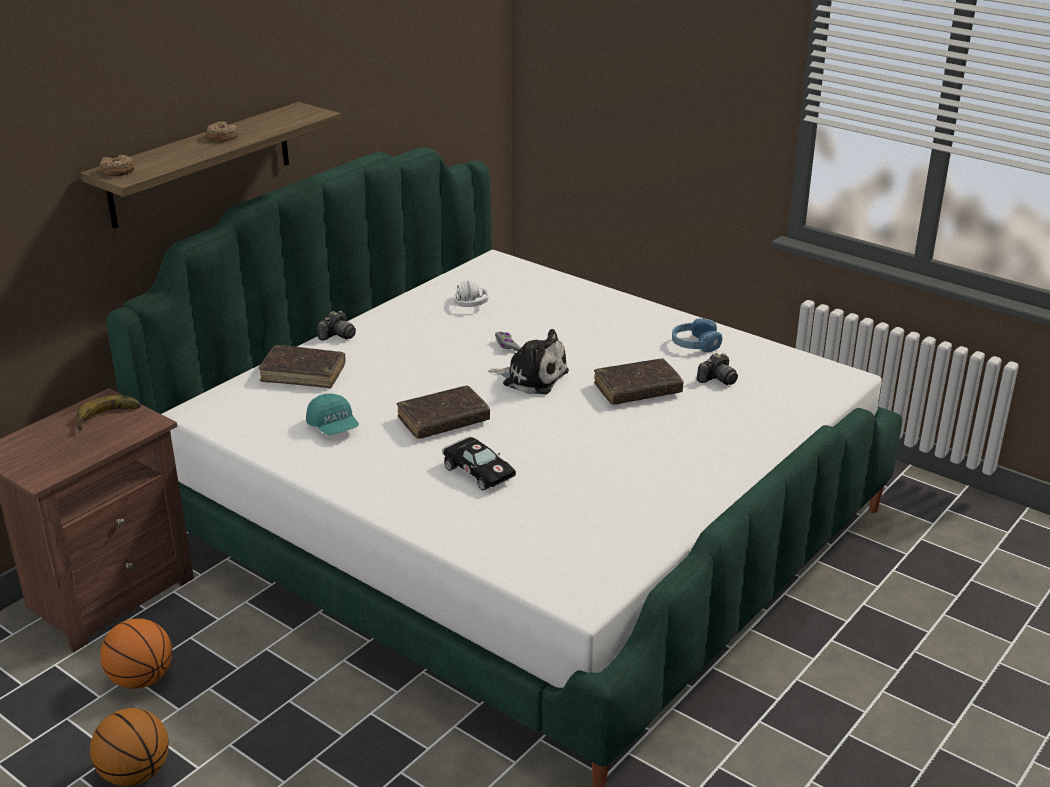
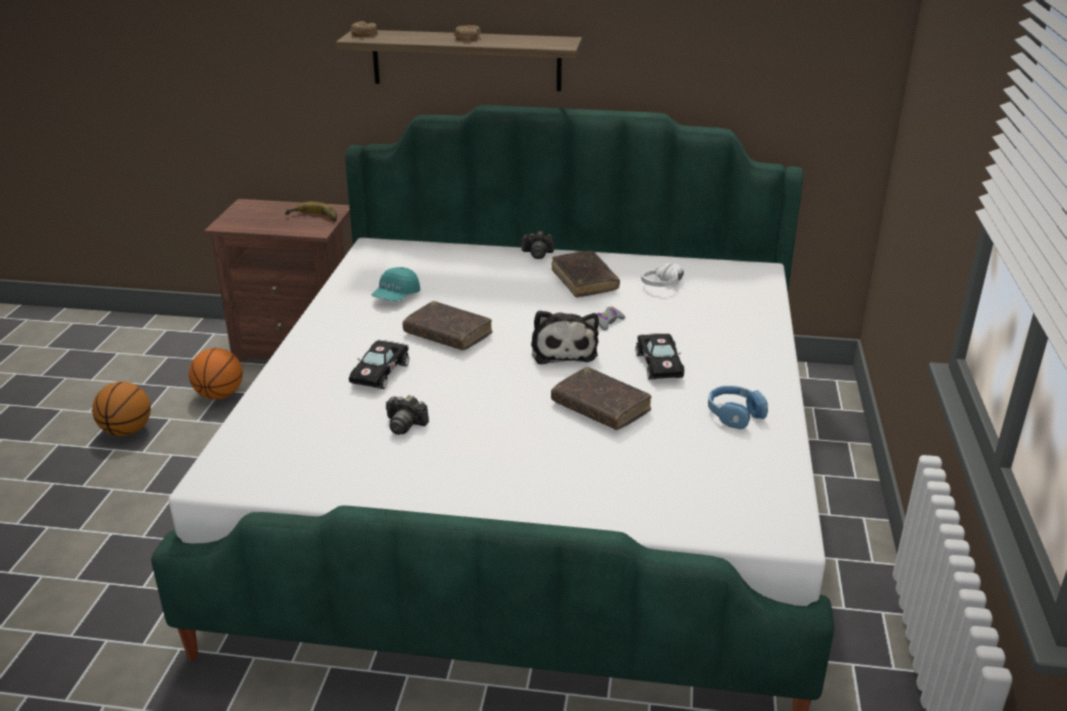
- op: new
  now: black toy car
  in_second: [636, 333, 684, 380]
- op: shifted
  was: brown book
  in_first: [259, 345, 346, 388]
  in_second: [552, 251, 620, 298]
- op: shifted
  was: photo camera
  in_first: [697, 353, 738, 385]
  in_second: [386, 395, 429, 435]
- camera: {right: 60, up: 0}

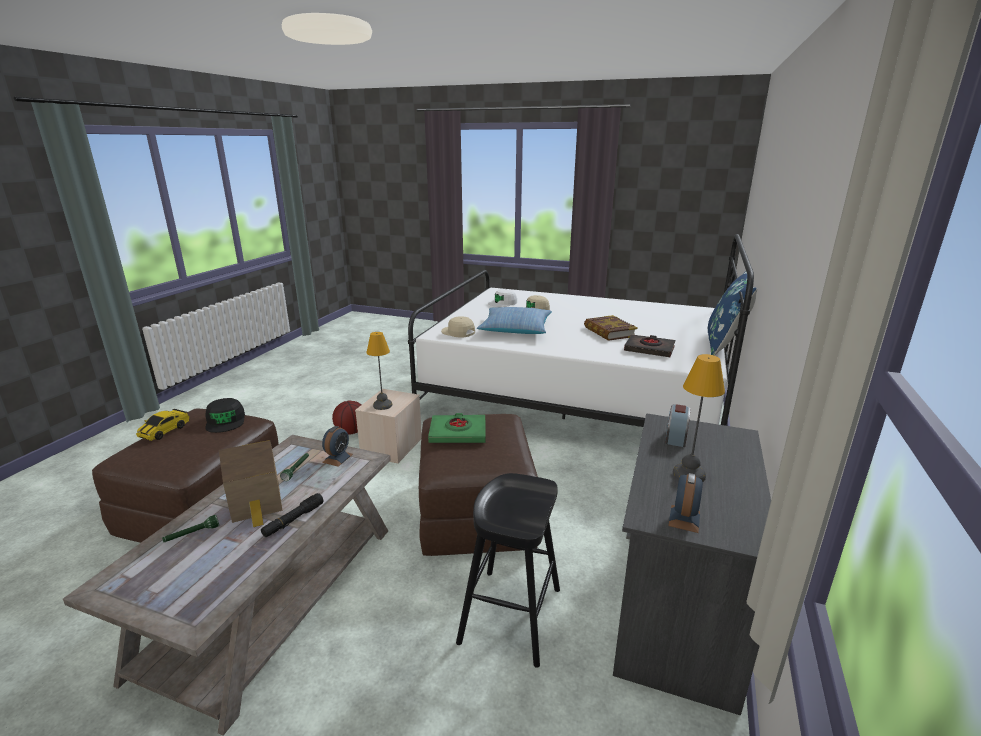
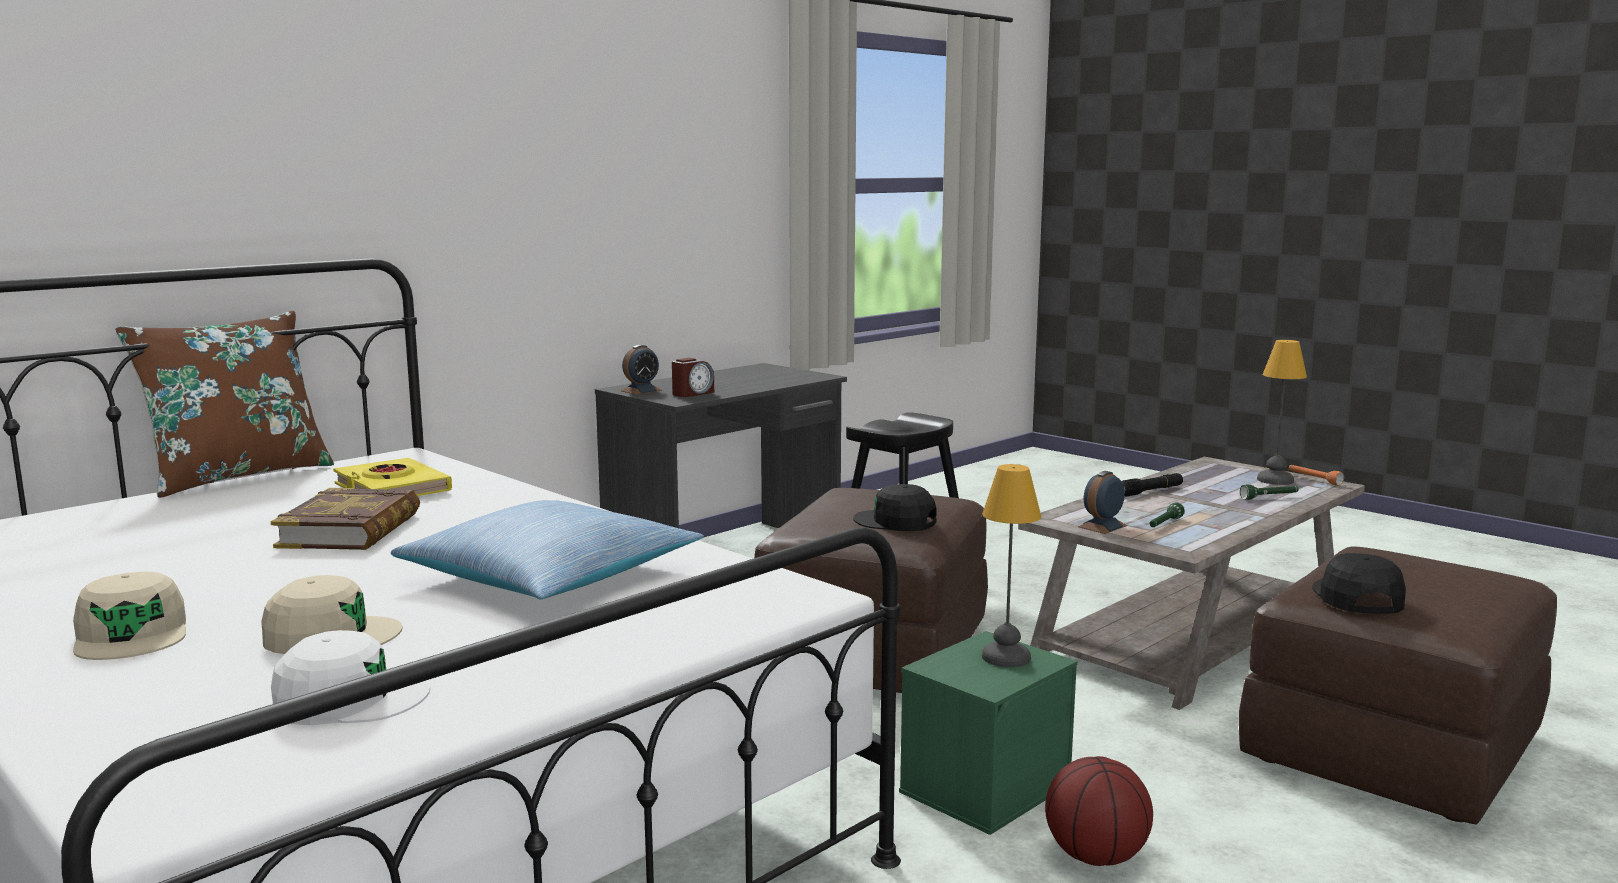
- op: gone
  was: toy car
  in_first: [136, 409, 189, 441]
- op: gone
  was: toy house
  in_first: [219, 440, 283, 527]
- op: new
  now: orange flashlight
  in_second: [1289, 465, 1344, 486]
- op: shifted
  was: beige cap
  in_first: [441, 316, 475, 337]
  in_second: [73, 572, 186, 660]
- op: shifted
  was: alarm clock
  in_first: [668, 473, 703, 533]
  in_second: [621, 345, 662, 395]
- op: shifted
  was: table lamp
  in_first: [673, 354, 725, 482]
  in_second: [1257, 340, 1307, 485]
- op: swapped
  was: green book
  now: black cap
  in_first: [428, 413, 486, 443]
  in_second: [853, 484, 937, 531]
- op: repainted
  was: beige storage box
  now: green storage box
  in_first: [355, 389, 422, 463]
  in_second: [899, 631, 1078, 835]
- op: repainted
  was: black book
  now: yellow book
  in_first: [624, 334, 675, 357]
  in_second: [333, 458, 452, 496]
- op: repainted
  was: blue pillow
  now: brown pillow
  in_first: [708, 271, 757, 356]
  in_second: [115, 311, 334, 498]
- camera: {right: -155, up: -10}

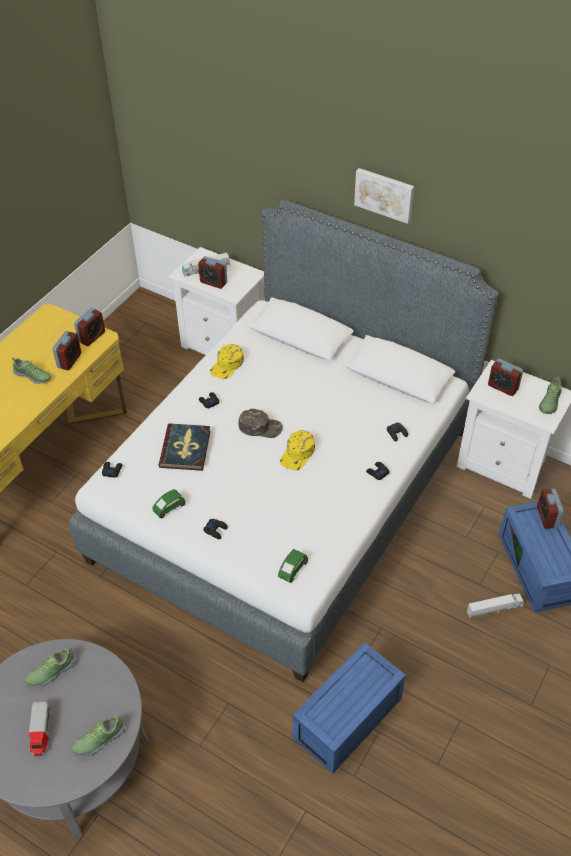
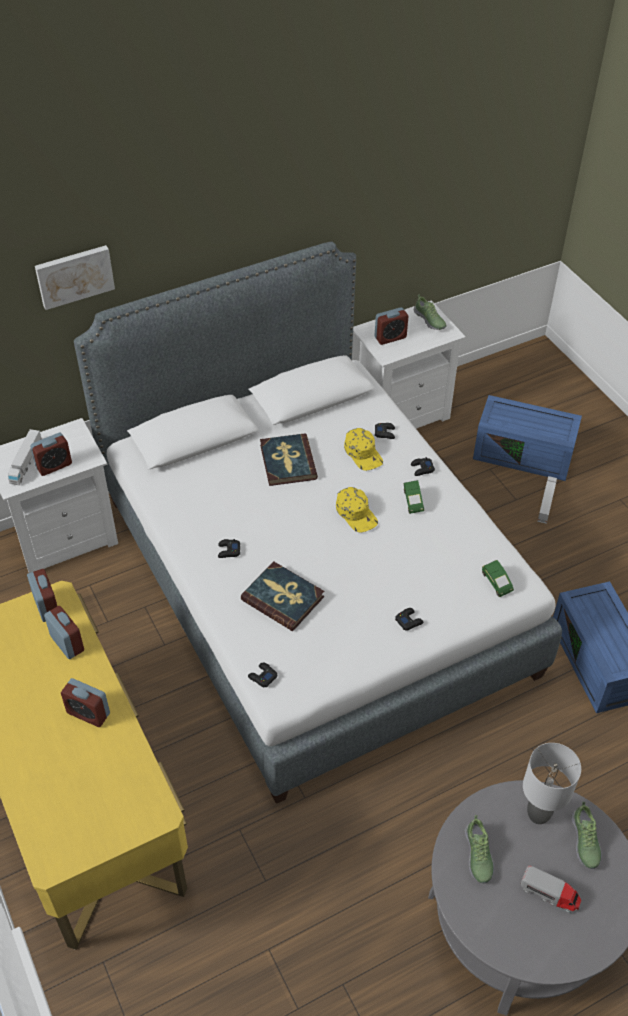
- op: gone
  was: shoe
  in_first: [12, 358, 51, 384]
- op: gone
  was: green cap
  in_first: [238, 409, 283, 438]
- op: new
  now: book
  in_second: [260, 433, 318, 486]
- op: new
  now: grey table lamp
  in_second: [523, 743, 581, 824]
- op: shifted
  was: green toy car
  in_first: [153, 489, 186, 518]
  in_second: [404, 480, 424, 514]
- op: shifted
  was: yellow cap
  in_first: [210, 344, 244, 379]
  in_second: [344, 428, 383, 471]
- op: shifted
  was: picture
  in_first: [354, 168, 414, 224]
  in_second: [35, 245, 115, 310]
- op: shifted
  was: alarm clock
  in_first: [537, 488, 563, 529]
  in_second: [61, 678, 110, 727]
- camera: {right: -60, up: 0}

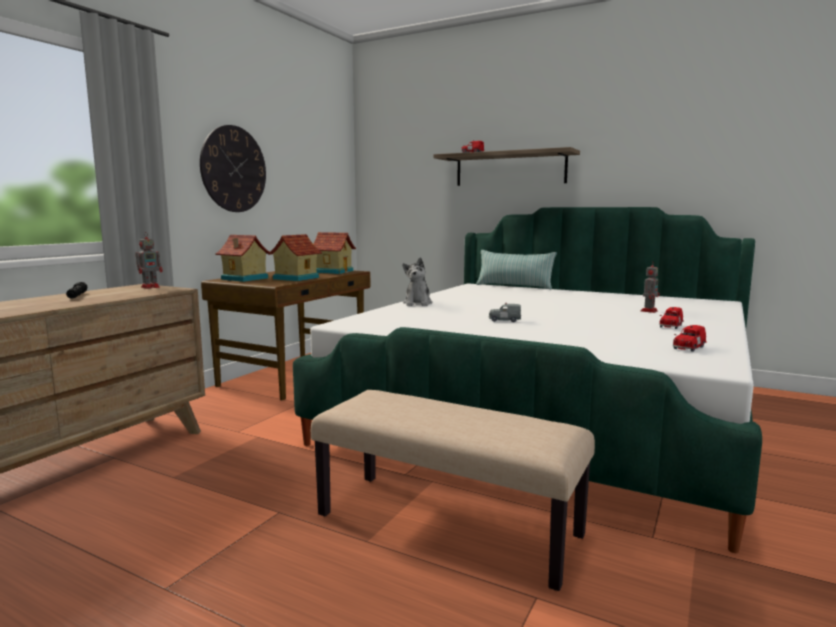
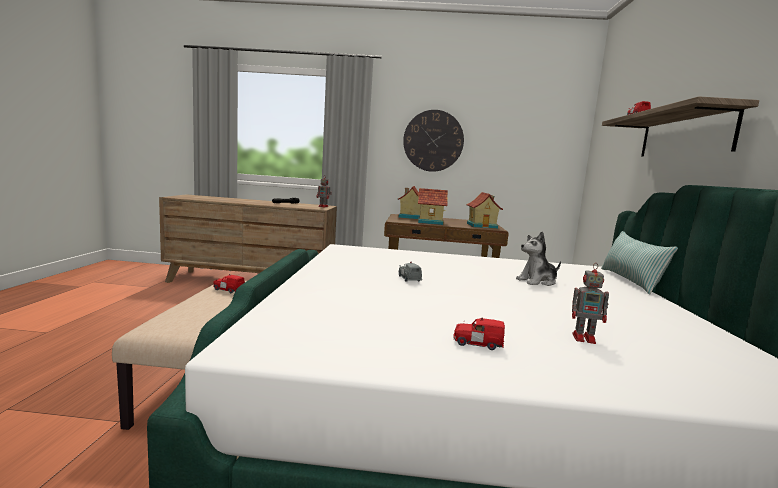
- op: shifted
  was: plush toy
  in_first: [402, 257, 432, 306]
  in_second: [516, 231, 561, 286]
- op: shifted
  was: red toy car
  in_first: [673, 325, 707, 352]
  in_second: [213, 274, 245, 293]
- camera: {right: 65, up: 0}

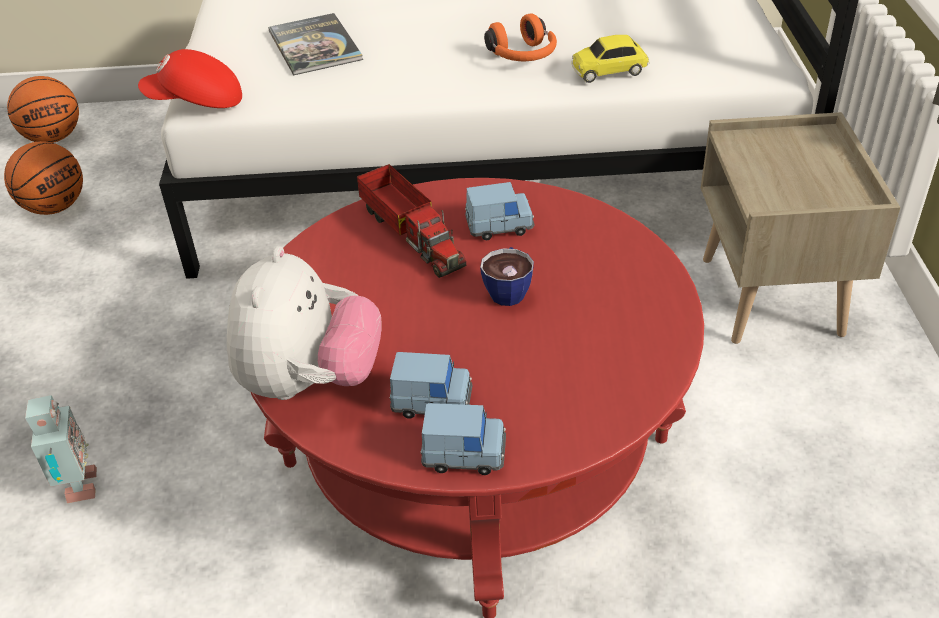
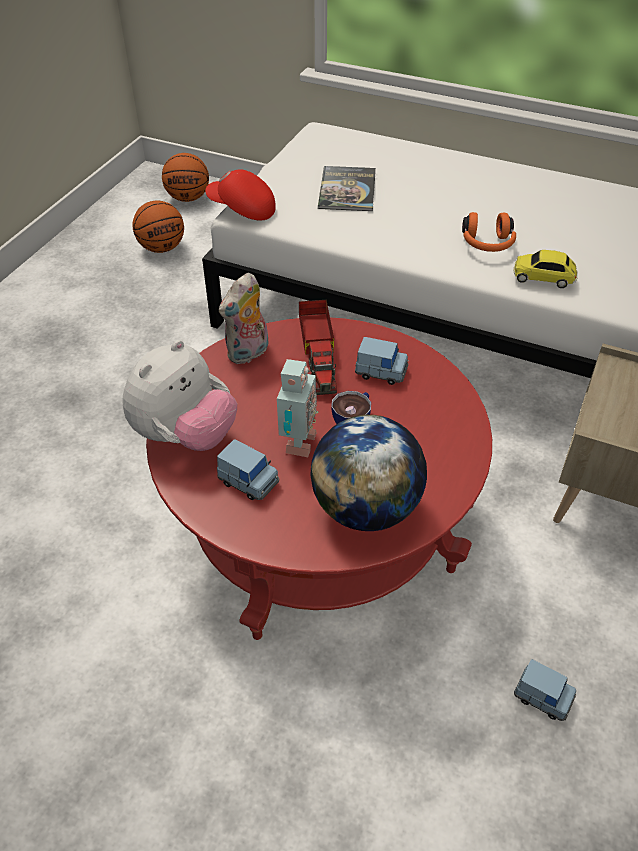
- op: new
  now: plush toy
  in_second: [219, 273, 269, 364]
- op: new
  now: globe
  in_second: [310, 415, 427, 531]
- op: shifted
  was: toy robot
  in_first: [25, 395, 97, 503]
  in_second: [277, 359, 319, 457]
- op: shifted
  was: blue toy car
  in_first: [421, 403, 506, 475]
  in_second: [514, 659, 576, 721]
- camera: {right: 25, up: 5}

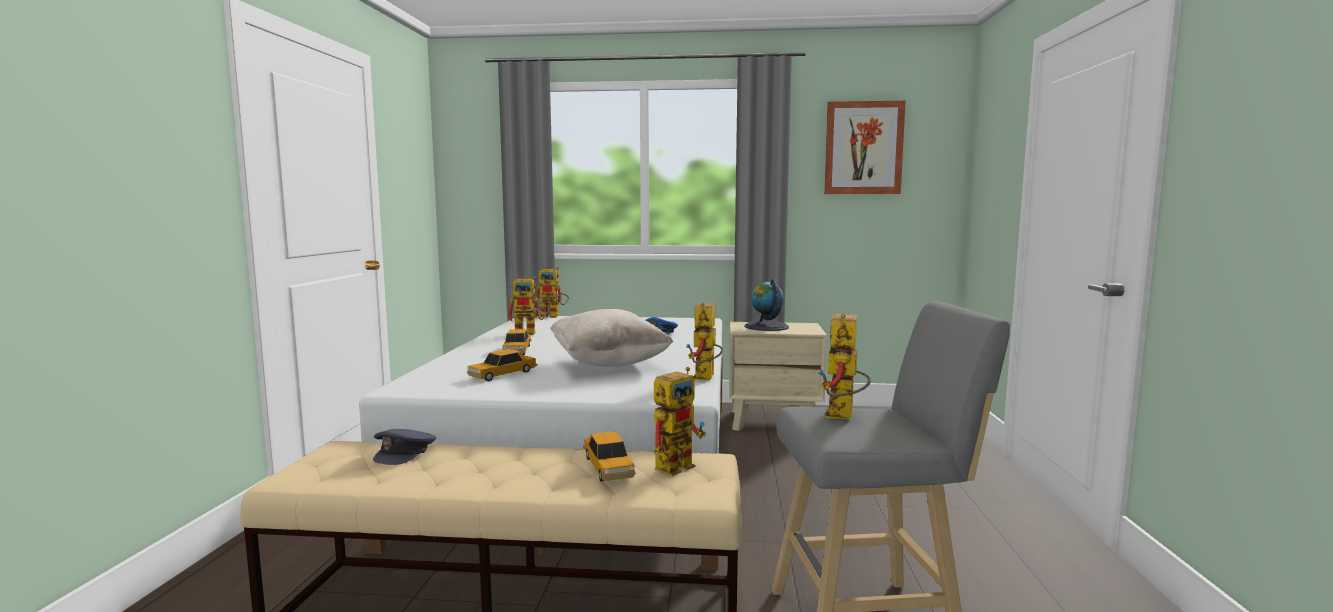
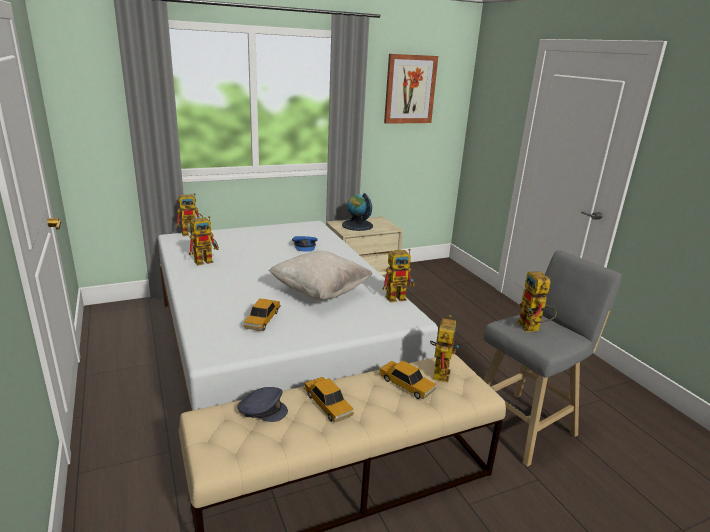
- op: shifted
  was: toy car
  in_first: [502, 329, 532, 355]
  in_second: [304, 377, 354, 423]
- op: rotated
  was: grey cap
  in_first: [373, 429, 436, 465]
  in_second: [237, 387, 288, 422]
  clockwise: -60
- op: rotated
  was: toy robot
  in_first: [686, 302, 723, 380]
  in_second: [383, 249, 415, 302]
  clockwise: -90
- camera: {right: -30, up: 15}

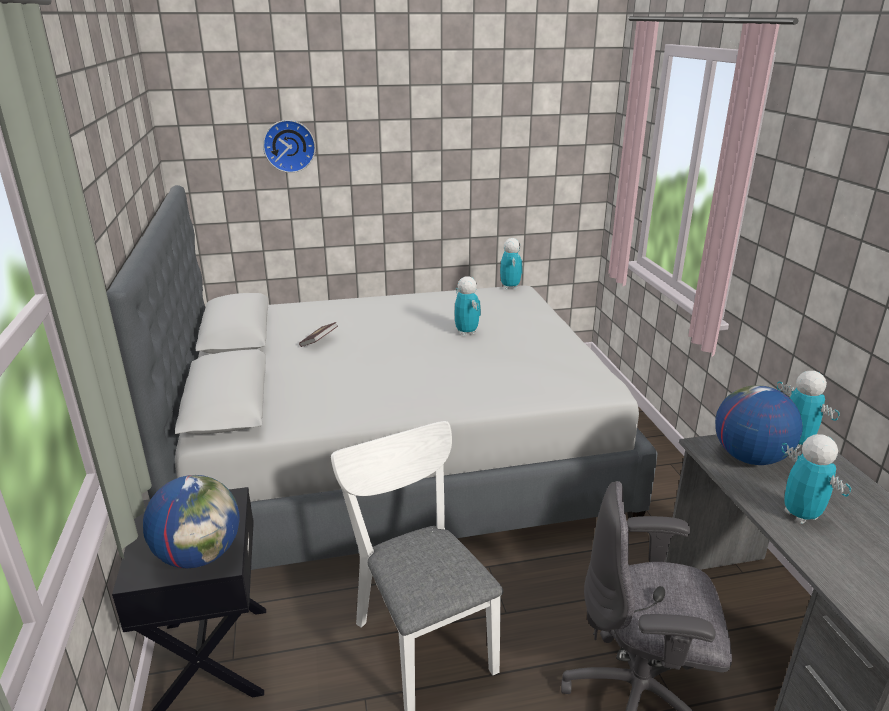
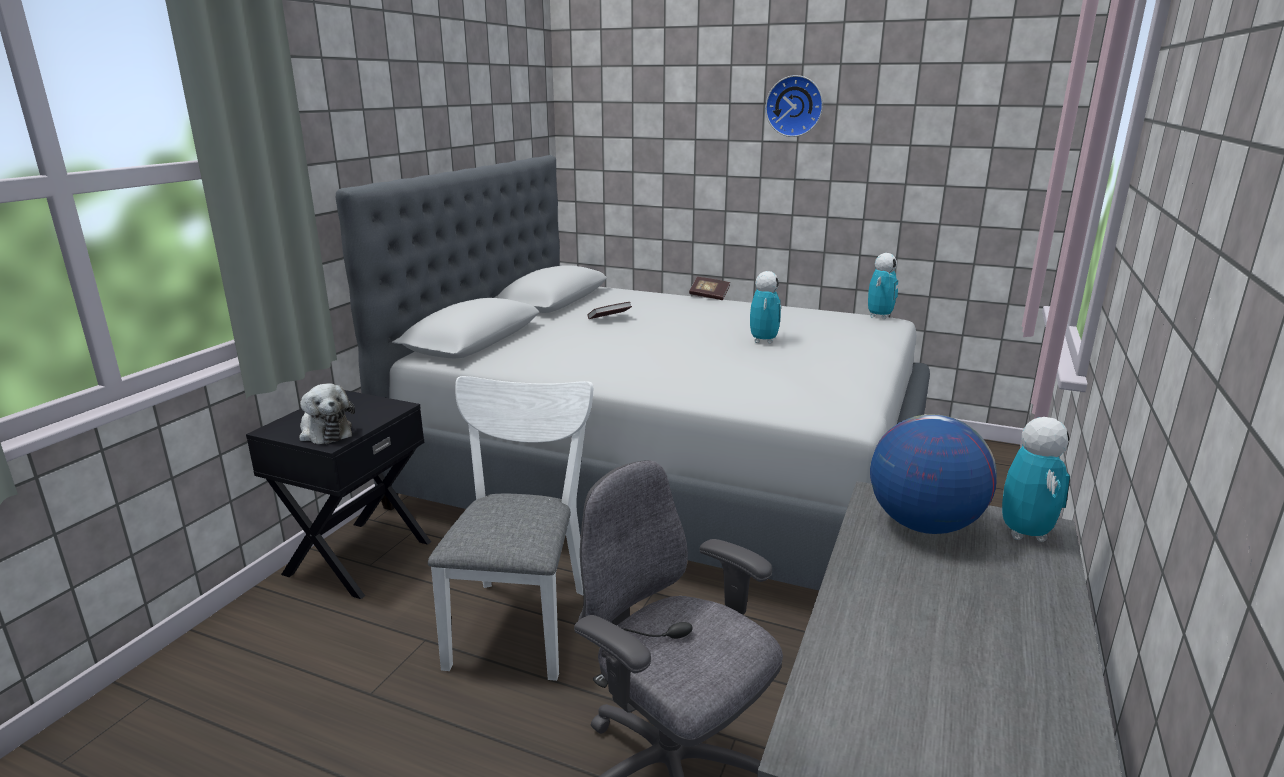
- op: gone
  was: toy robot
  in_first: [782, 434, 851, 524]
- op: new
  now: book
  in_second: [689, 277, 730, 300]
- op: shifted
  was: wall clock
  in_first: [263, 120, 316, 173]
  in_second: [765, 75, 823, 137]
- op: swapped
  was: globe
  now: plush toy
  in_first: [143, 475, 240, 568]
  in_second: [299, 383, 355, 444]
- camera: {right: 35, up: -5}

